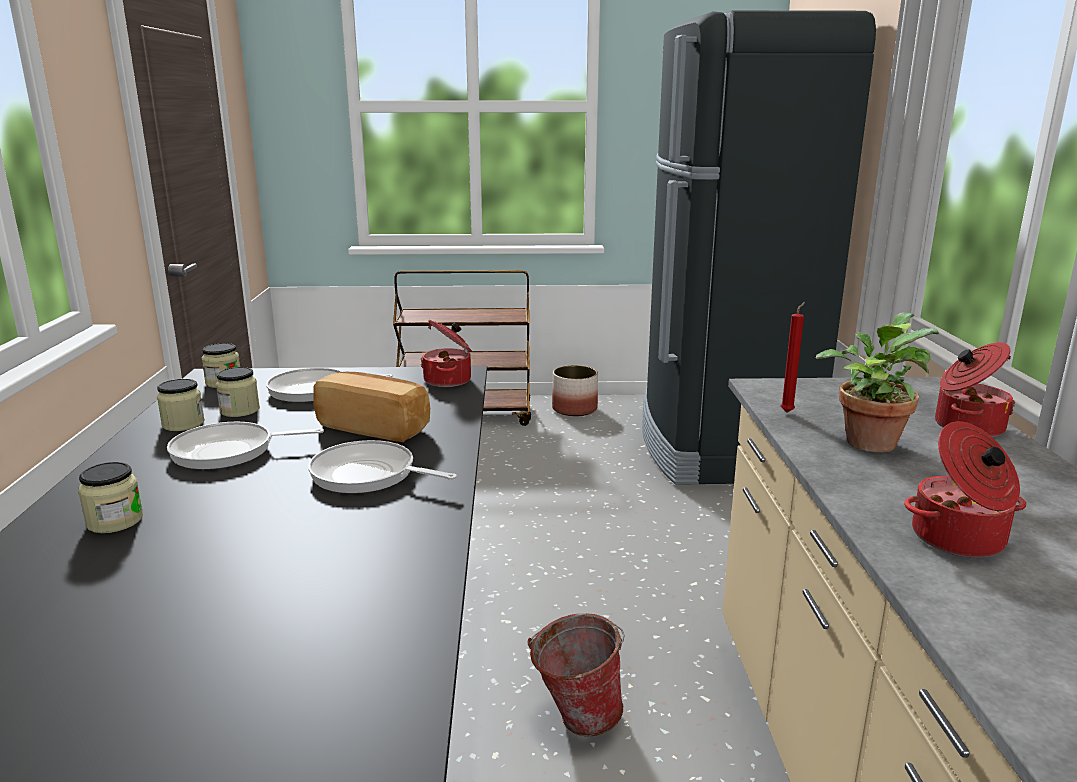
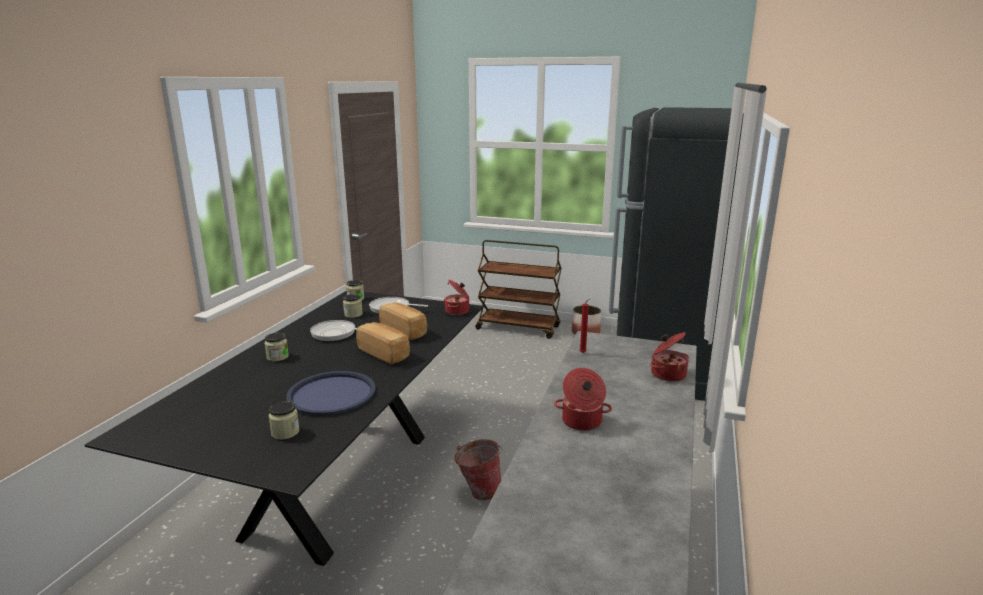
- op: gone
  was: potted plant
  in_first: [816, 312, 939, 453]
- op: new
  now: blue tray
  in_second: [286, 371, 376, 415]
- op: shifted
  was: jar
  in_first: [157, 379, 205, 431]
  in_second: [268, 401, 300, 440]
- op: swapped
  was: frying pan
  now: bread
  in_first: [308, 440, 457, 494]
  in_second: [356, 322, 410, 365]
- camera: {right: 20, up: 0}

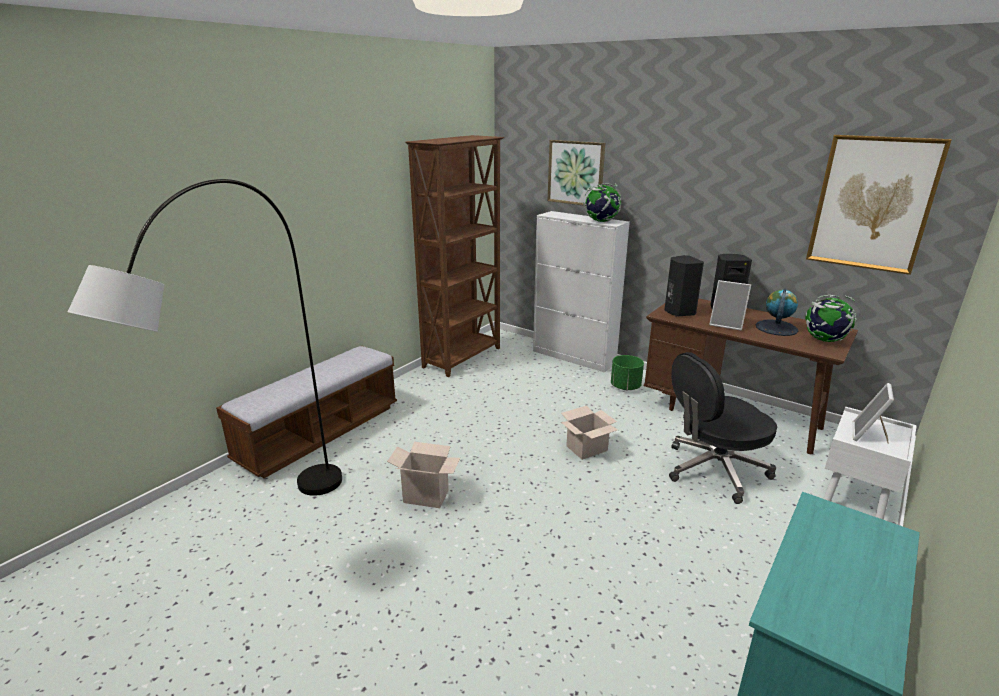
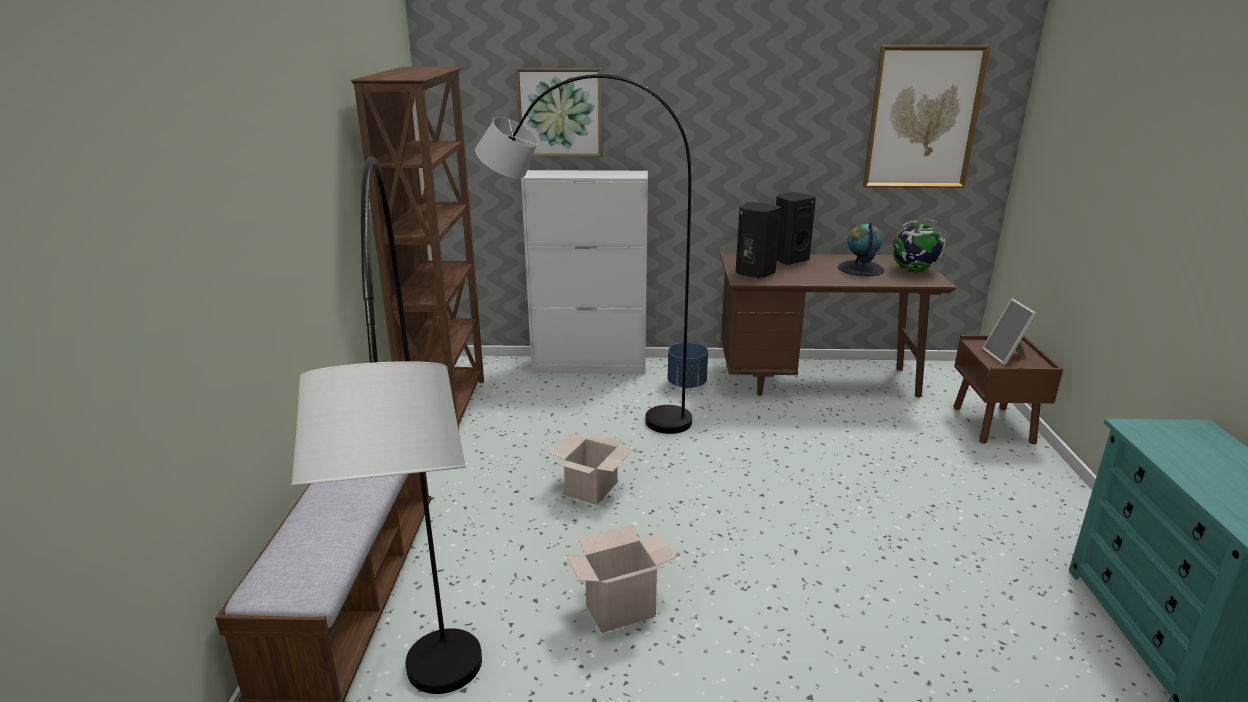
- op: gone
  was: globe
  in_first: [583, 183, 621, 222]
- op: gone
  was: black office chair
  in_first: [669, 352, 777, 504]
- op: gone
  was: picture frame
  in_first: [709, 280, 751, 331]
- op: new
  now: grey floor lamp
  in_second: [475, 74, 692, 434]
- op: shifted
  was: cardboard box
  in_first: [561, 406, 618, 460]
  in_second: [549, 432, 633, 505]
- op: repainted
  was: green planter
  now: blue planter
  in_first: [611, 355, 644, 390]
  in_second: [668, 342, 708, 388]
- op: repainted
  was: white nightstand
  now: brown nightstand
  in_first: [823, 407, 917, 520]
  in_second: [953, 335, 1063, 444]
- camera: {right: -35, up: 0}

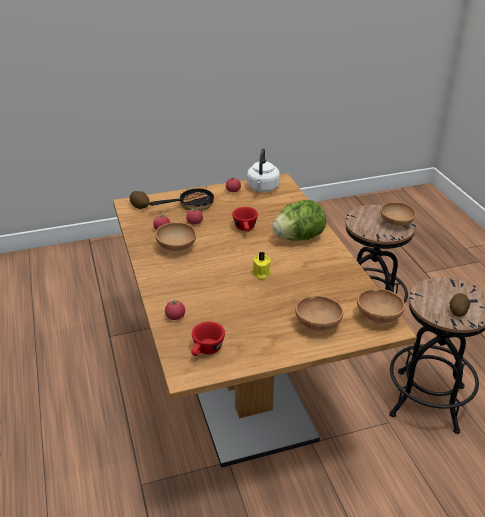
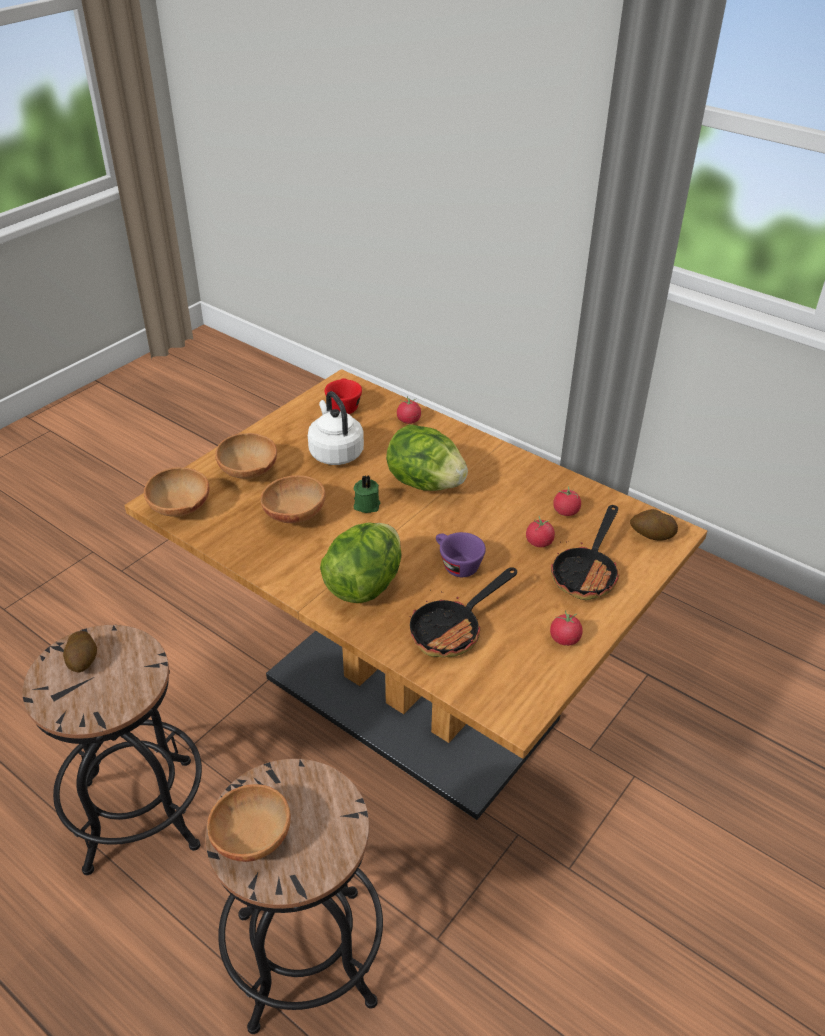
- op: new
  now: lettuce
  in_second: [386, 424, 468, 491]
- op: new
  now: frying pan
  in_second: [409, 567, 517, 657]
- op: shifted
  was: brown bowl
  in_first: [155, 222, 196, 251]
  in_second: [261, 475, 325, 523]
- op: shifted
  was: white kettle
  in_first: [247, 148, 280, 192]
  in_second: [308, 391, 364, 465]
- op: repainted
  was: red cup
  now: purple cup
  in_first: [232, 207, 258, 231]
  in_second: [436, 532, 486, 577]
- op: repainted
  was: yellow candle
  now: green candle
  in_first: [252, 252, 271, 279]
  in_second: [354, 475, 381, 513]
- camera: {right: 145, up: 5}

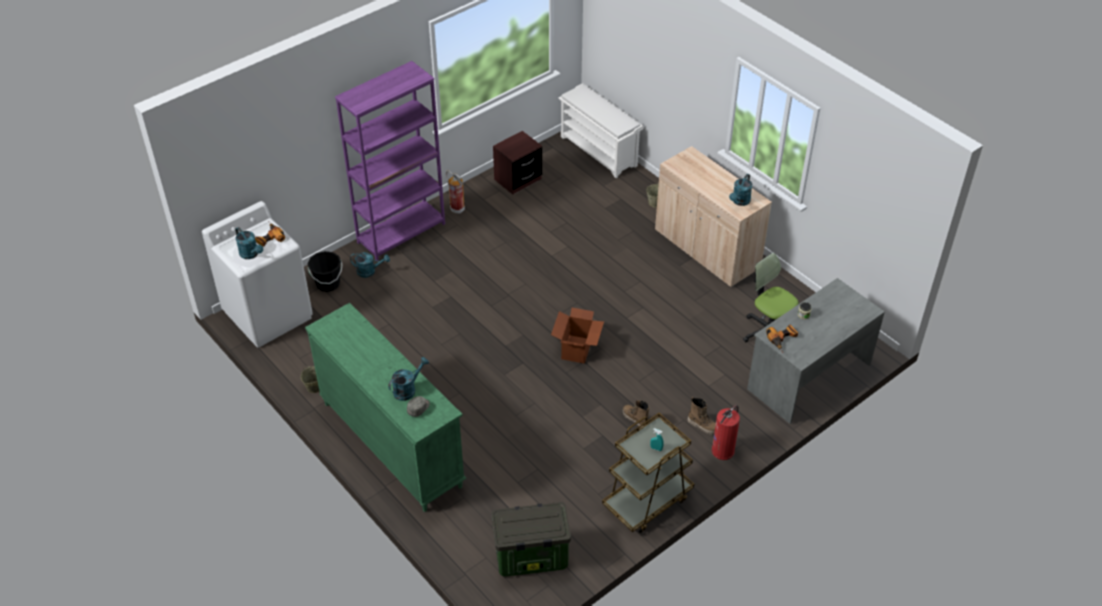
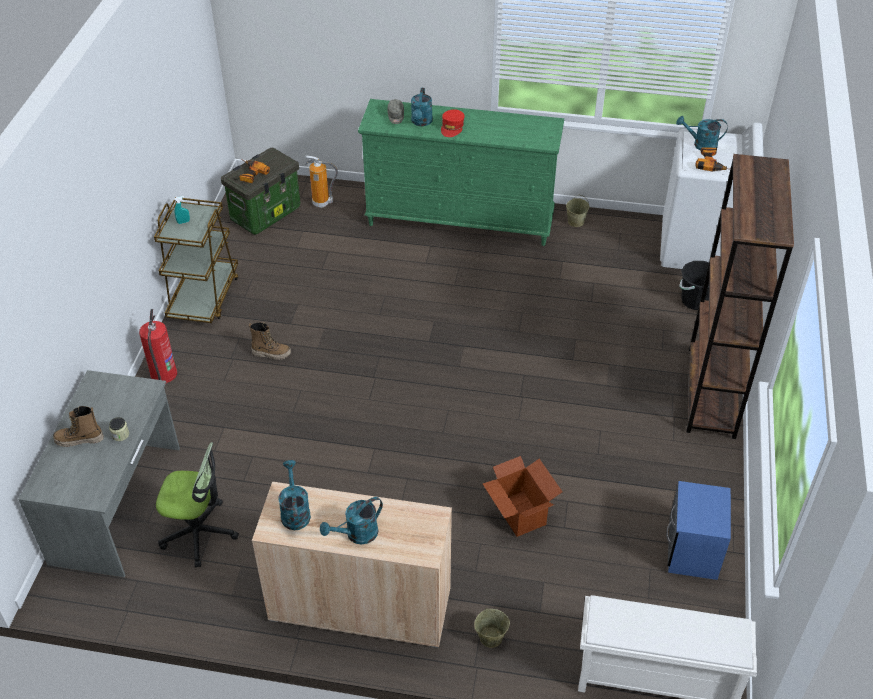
- op: new
  now: red cap
  in_second: [441, 109, 465, 137]
- op: shifted
  was: turquoise watering can
  in_first: [350, 252, 390, 278]
  in_second: [320, 497, 383, 544]
- op: shifted
  was: fire extinguisher
  in_first: [445, 170, 465, 214]
  in_second: [305, 155, 338, 208]
- op: shifted
  was: cardboard box
  in_first: [551, 308, 604, 364]
  in_second: [483, 456, 562, 537]
- op: shifted
  was: boot
  in_first: [687, 397, 716, 435]
  in_second: [53, 406, 104, 447]
- op: shifted
  was: power drill
  in_first: [766, 325, 798, 353]
  in_second: [239, 159, 270, 183]
- op: repainted
  was: purple bookcase
  now: brown bookcase
  in_first: [335, 61, 445, 261]
  in_second: [686, 154, 794, 439]
- op: repainted
  was: brown nightstand
  now: blue nightstand
  in_first: [493, 131, 542, 195]
  in_second: [666, 481, 731, 580]
- camera: {right: 140, up: 0}

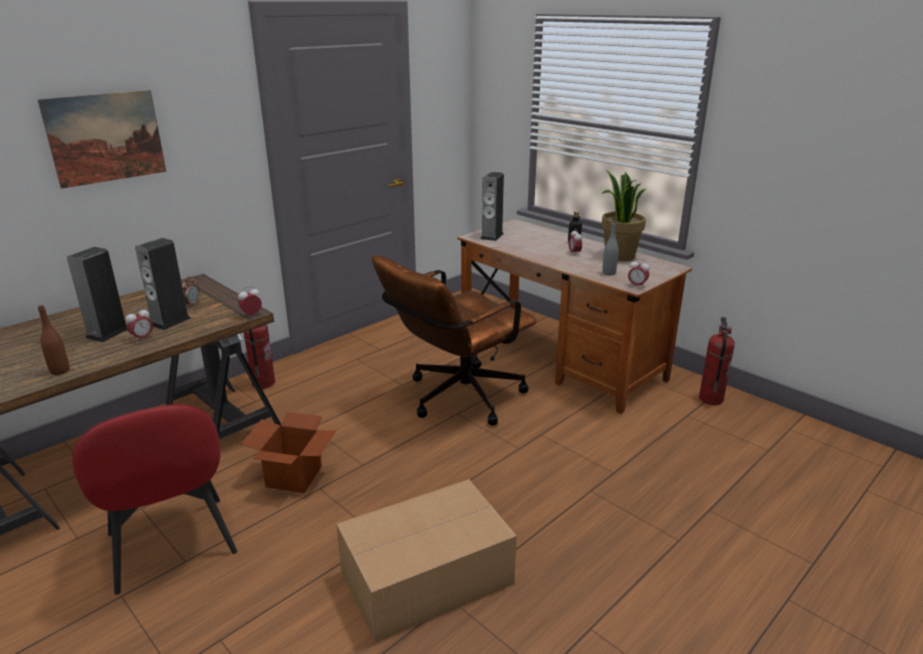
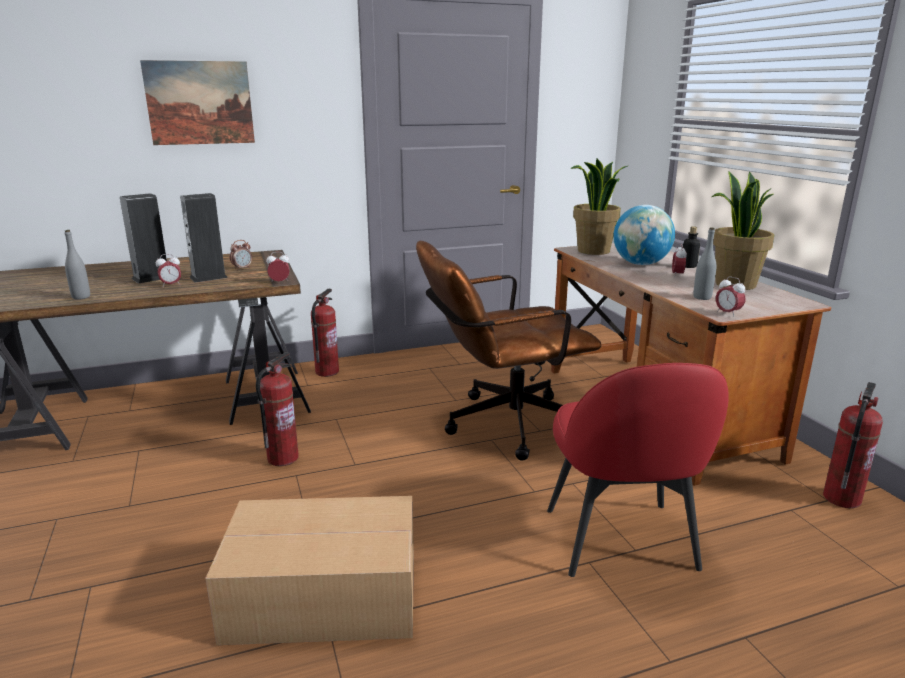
- op: new
  now: globe
  in_second: [613, 205, 675, 265]
- op: shifted
  was: red chair
  in_first: [72, 404, 237, 595]
  in_second: [547, 363, 729, 577]
- op: swapped
  was: cardboard box
  now: fire extinguisher
  in_first: [241, 412, 336, 493]
  in_second: [256, 352, 299, 466]
- op: swapped
  was: speaker
  now: potted plant
  in_first: [481, 172, 504, 241]
  in_second: [570, 159, 627, 255]
- op: repainted
  was: brown bottle
  now: grey bottle
  in_first: [38, 305, 70, 375]
  in_second: [65, 230, 90, 299]
- camera: {right: 25, up: -5}

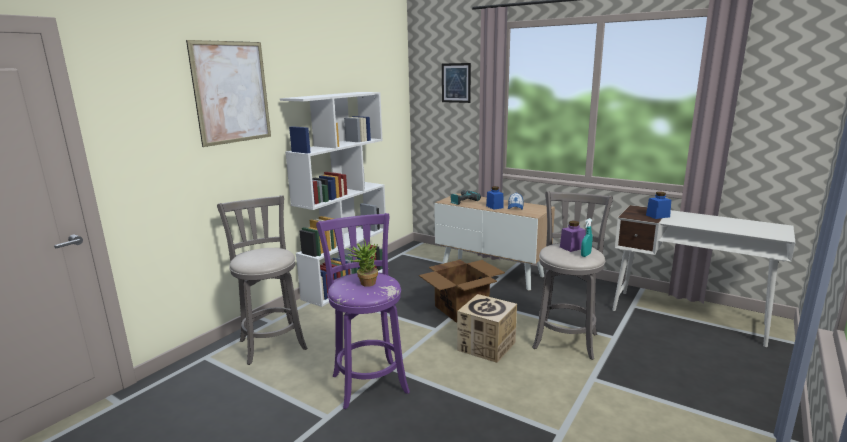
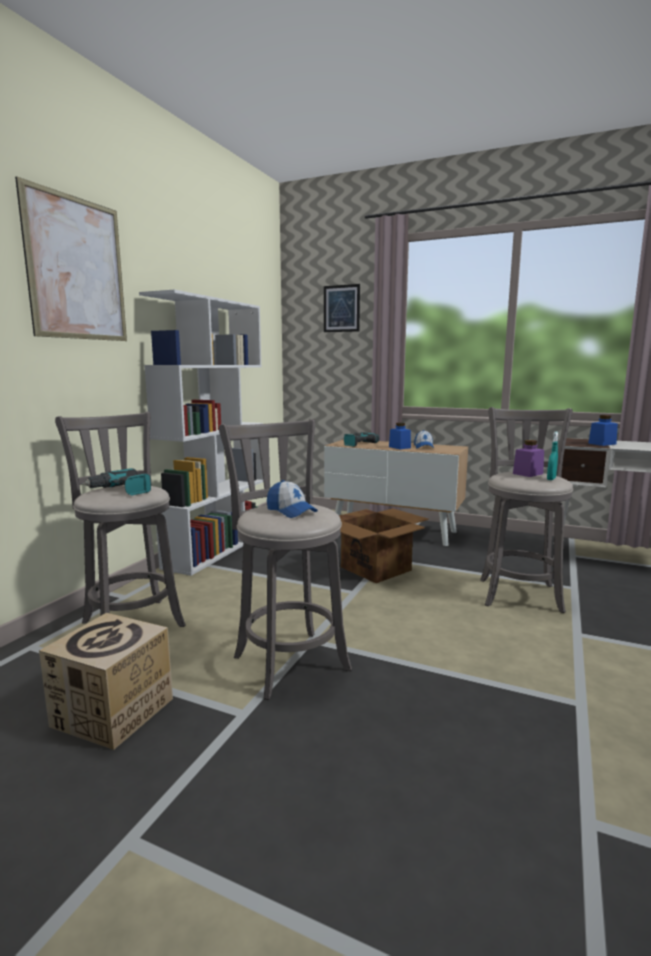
- op: new
  now: power drill
  in_second: [82, 468, 151, 495]
- op: shifted
  was: cardboard box
  in_first: [457, 294, 517, 363]
  in_second: [39, 613, 173, 750]
- op: swapped
  was: potted plant
  now: cap
  in_first: [346, 238, 378, 287]
  in_second: [267, 480, 318, 518]
- op: repainted
  was: purple stool
  now: grey stool
  in_first: [316, 213, 410, 409]
  in_second: [219, 419, 352, 700]
- camera: {right: -10, up: -5}

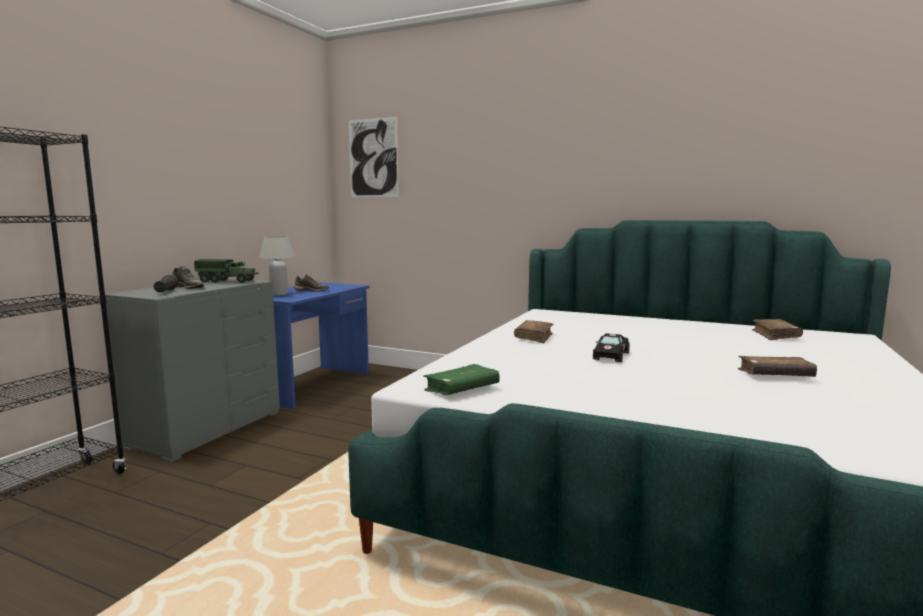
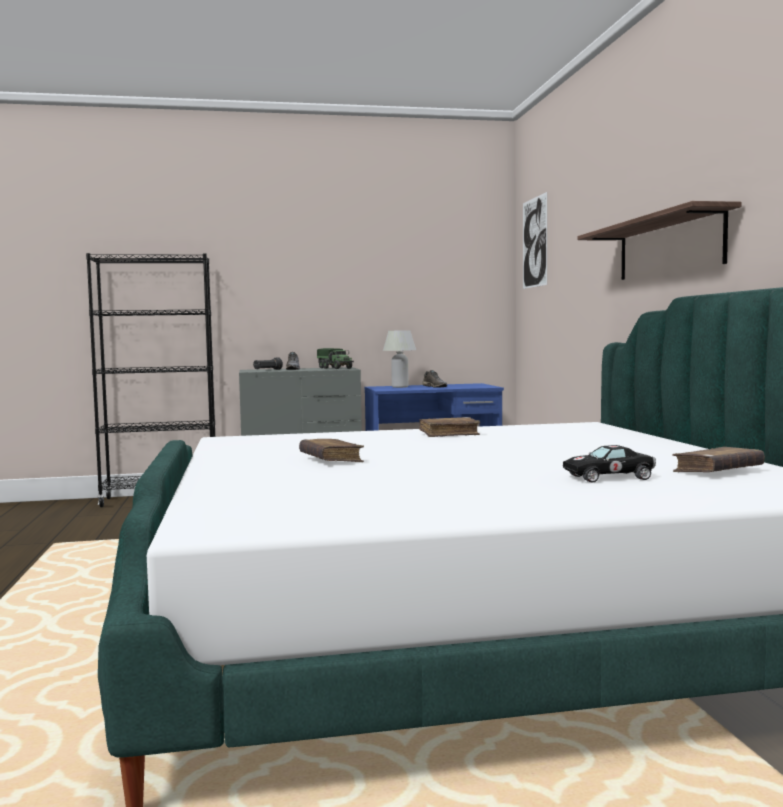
- op: gone
  was: green book
  in_first: [423, 364, 500, 395]
- op: new
  now: shelf
  in_second: [577, 201, 742, 280]
- op: shifted
  was: black toy car
  in_first: [593, 333, 630, 362]
  in_second: [563, 445, 656, 483]
- op: shifted
  was: brown book
  in_first: [738, 356, 817, 377]
  in_second: [299, 439, 364, 462]
- camera: {right: 55, up: -5}

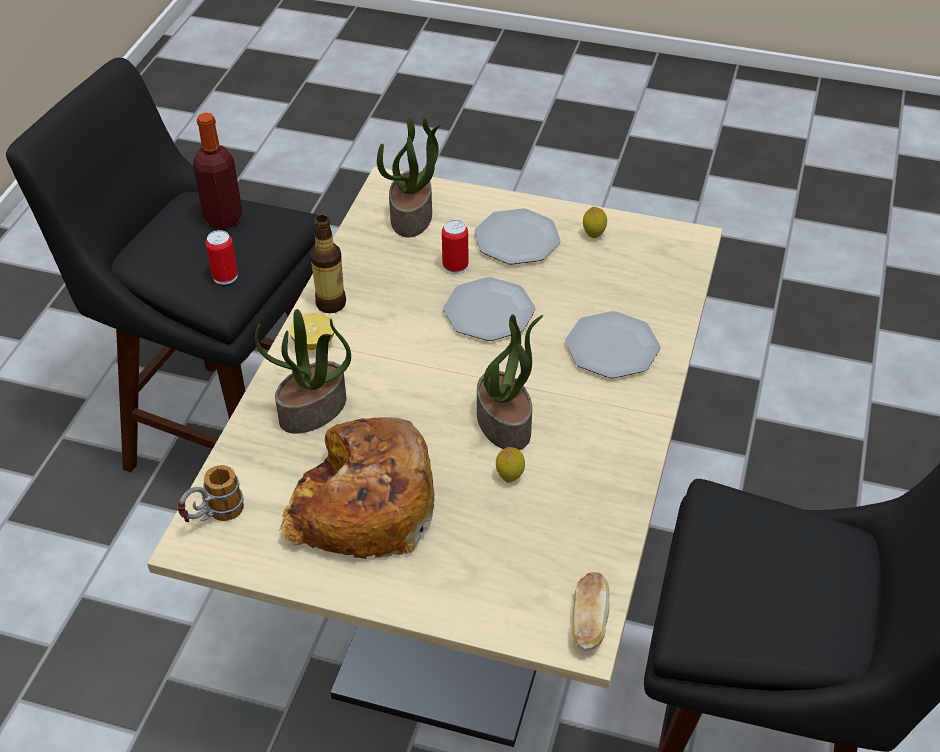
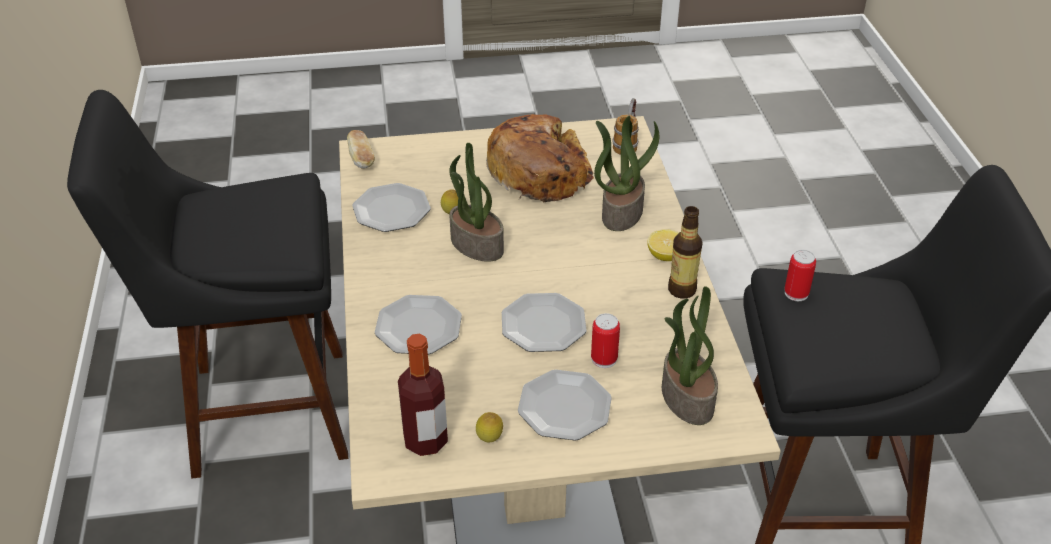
- op: new
  now: plate
  in_second: [352, 183, 431, 232]
- op: shifted
  was: bottle
  in_first: [193, 113, 243, 229]
  in_second: [398, 334, 448, 456]
- camera: {right: 155, up: -5}

